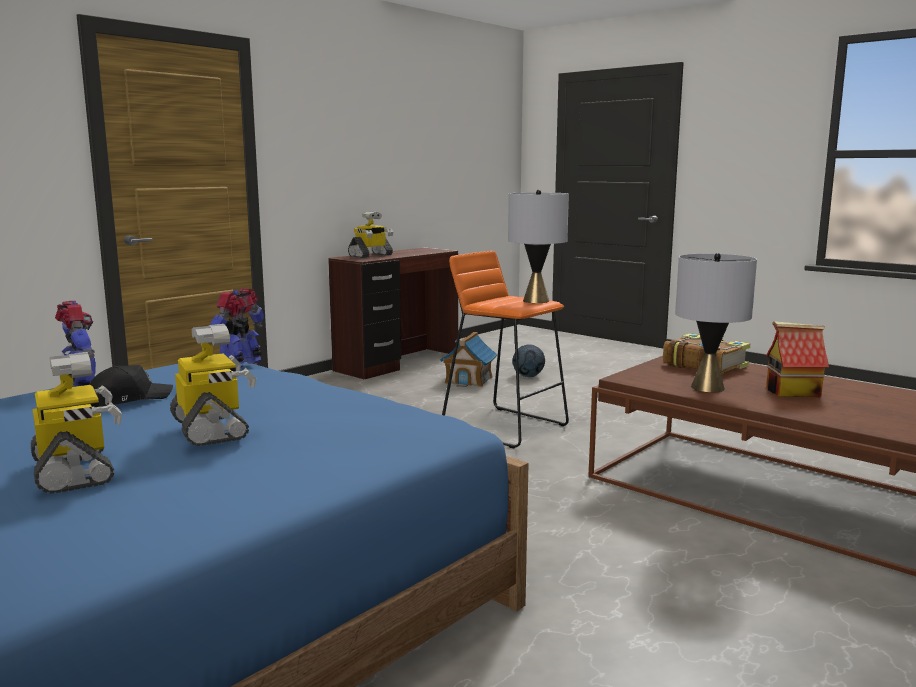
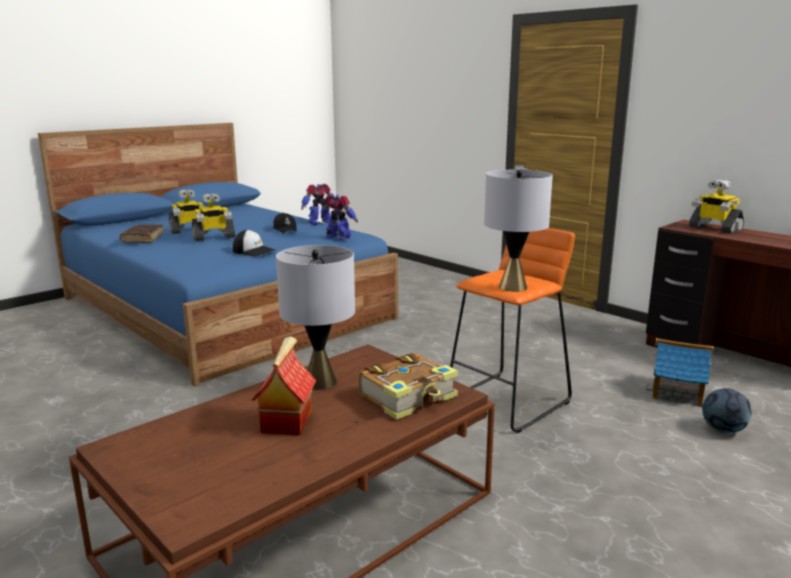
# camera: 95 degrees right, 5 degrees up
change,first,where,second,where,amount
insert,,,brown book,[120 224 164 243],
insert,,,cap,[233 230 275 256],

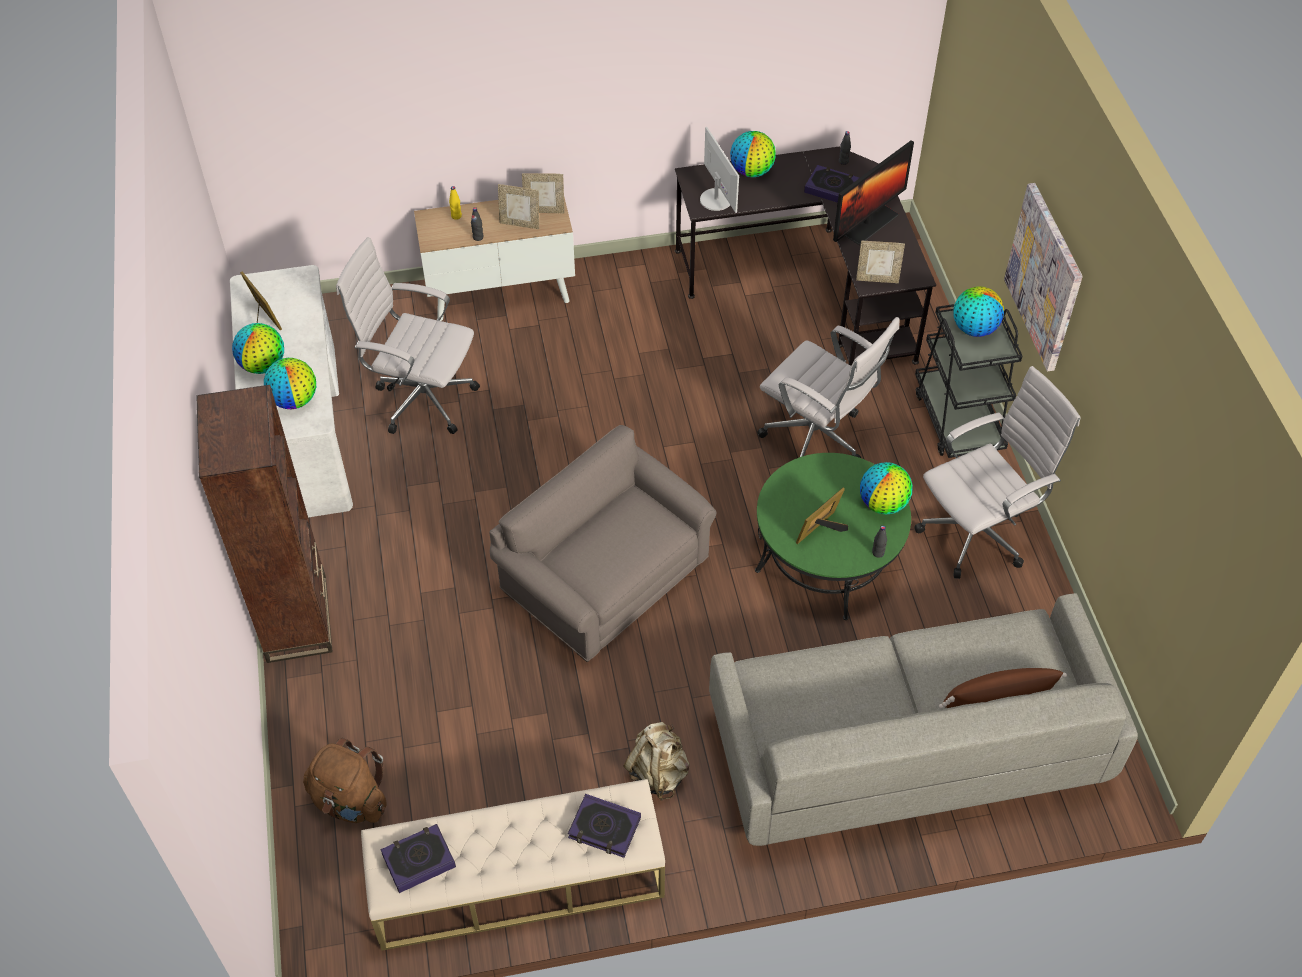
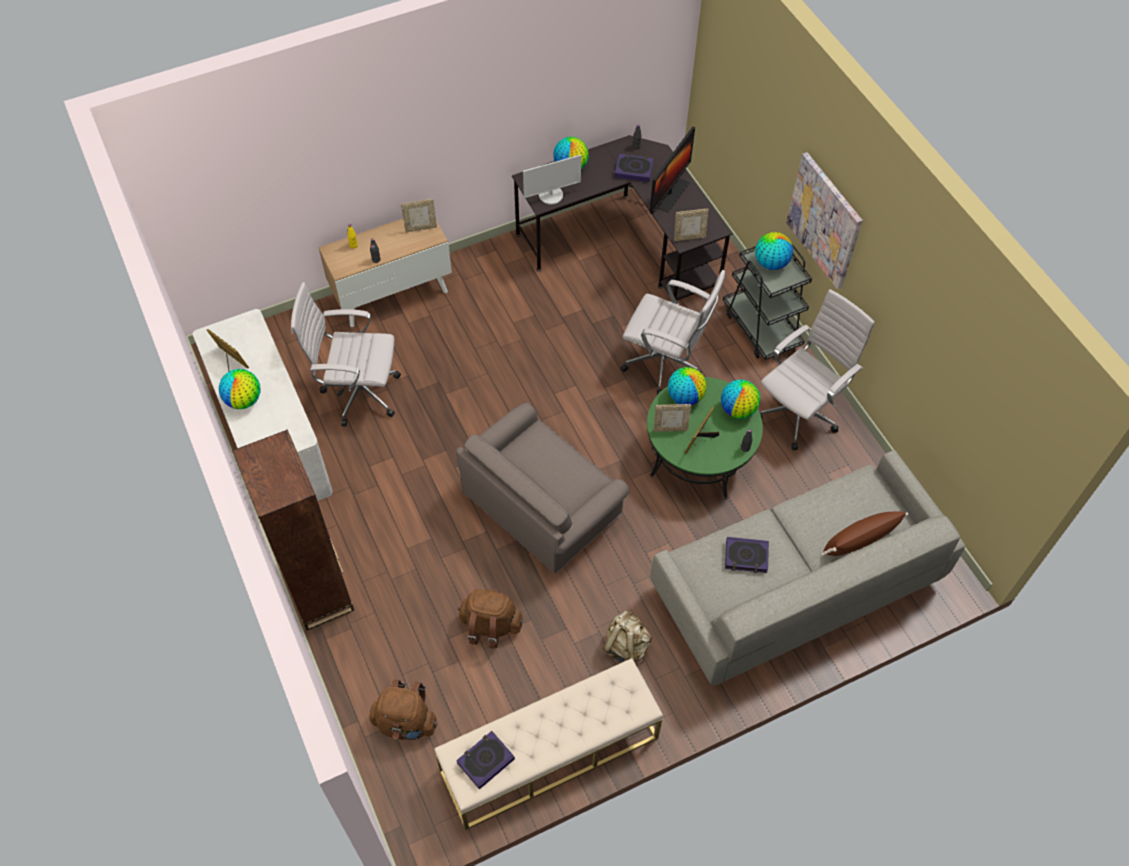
# camera: 15 degrees left, 5 degrees up
change,first,where,second,where,amount
rotate,monitor,[700 127 739 213],,[523 155 581 205],105 degrees clockwise
move,picture frame,[498 184 539 229],,[654 404 691 432],
move,globe,[264 358 316 409],,[668 367 707 405],
rotate,grey armchair,[489 425 716 662],,[456 402 630 574],75 degrees counterclockwise
move,book,[568 794 641 858],,[725 537 769 573],
insert,,,brown backpack,[457 589 523 649],

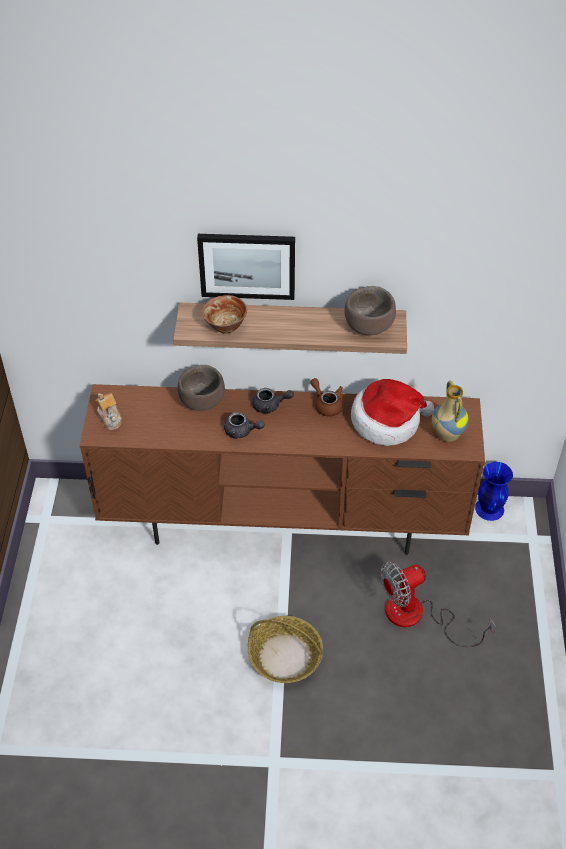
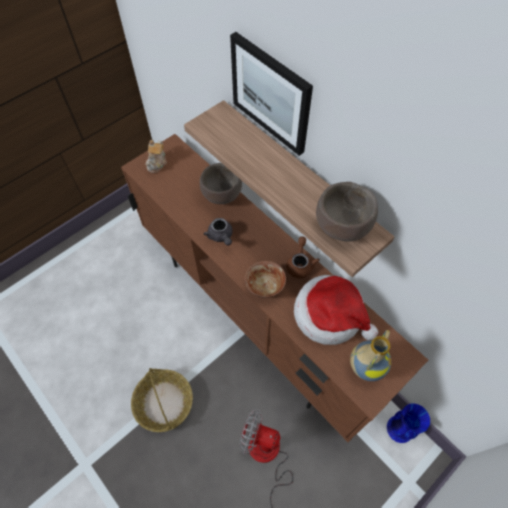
# camera: 45 degrees right, 10 degrees up
change,first,where,second,where,amount
move,bowl,[202 295 247 334],,[245 261 286 298],
delete,grey teapot,[252 388 294 414],,,

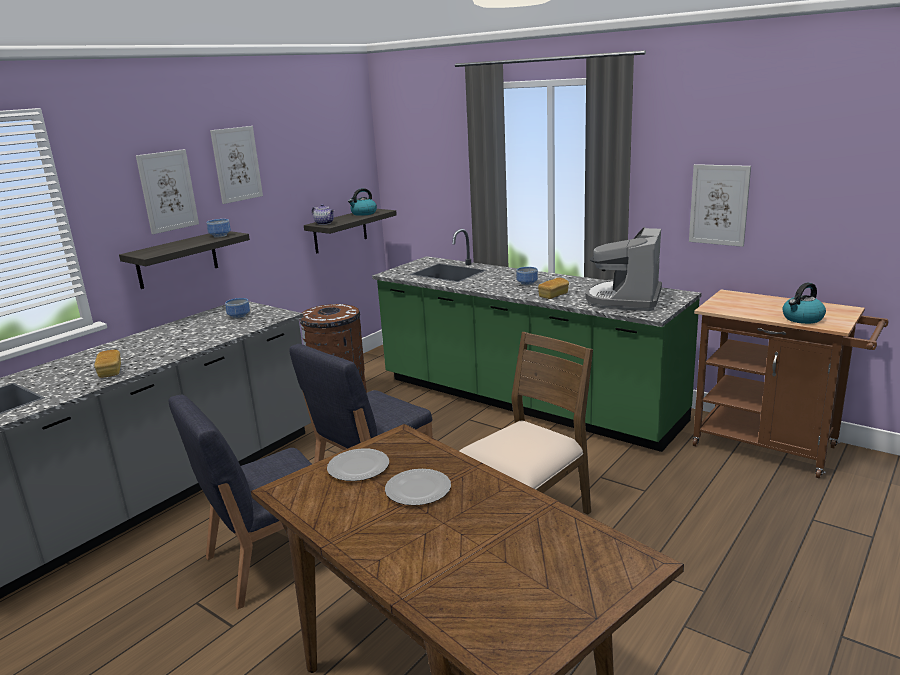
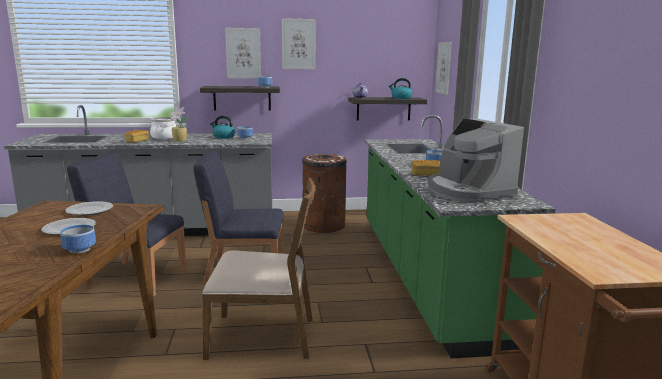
# camera: 45 degrees right, 5 degrees down
change,first,where,second,where,amount
move,picture,[689 164 751 247],,[436 42 452 95],
rotate,coffee machine,[585 227 662 311],,[428 118 524 202],90 degrees counterclockwise
move,kettle,[782 283 826 324],,[210 116 235 139],
insert,,,potted plant,[170 107 189 142],
insert,,,cooking pot,[150 117 177 139],
insert,,,bowl,[60 225 96 254],

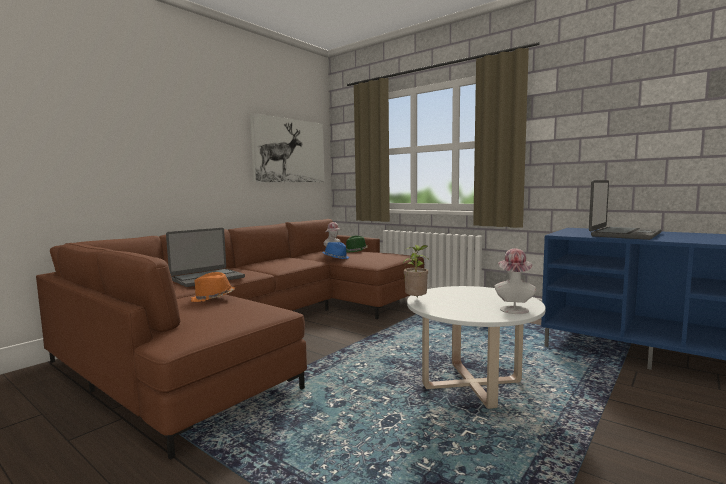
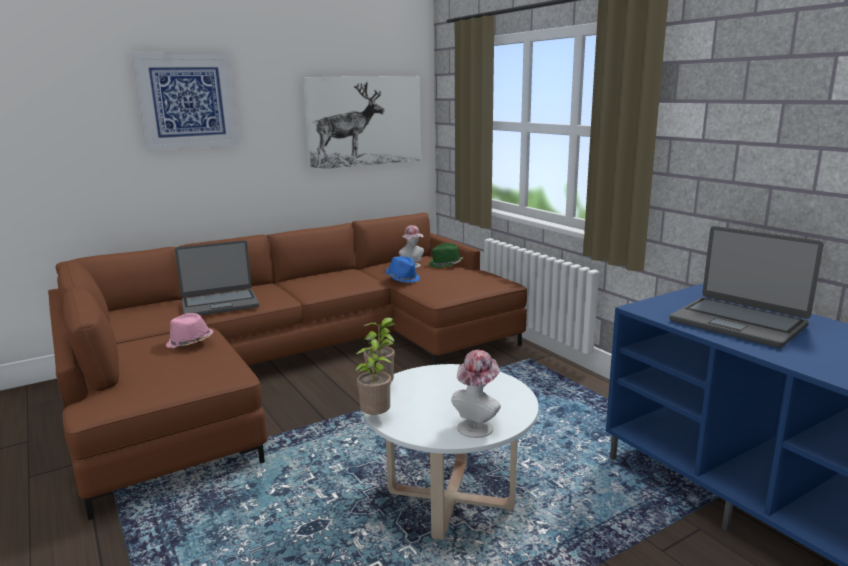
# camera: 20 degrees right, 10 degrees up
change,first,where,second,where,amount
rotate,laptop,[589 180 661 240],,[670 226 824 348],75 degrees clockwise
recolor,orange hat,[191 272 235 302],pink hat,[166 313 213 348],
insert,,,picture,[132 53 239 151],
insert,,,potted plant,[355 339 392 415],

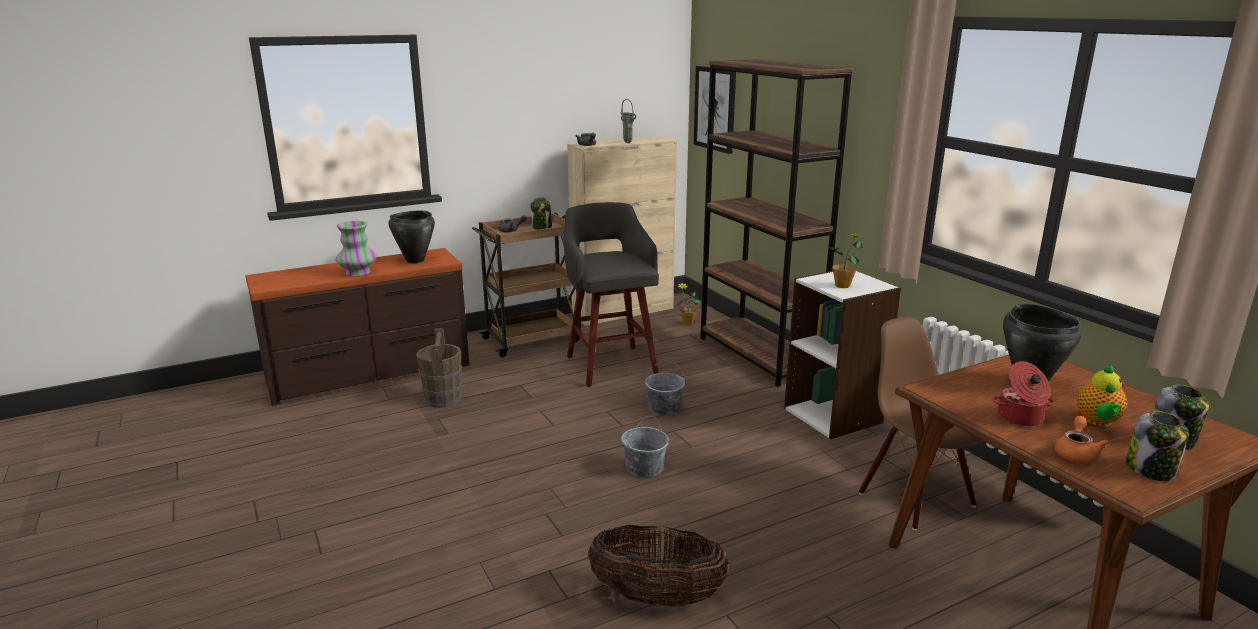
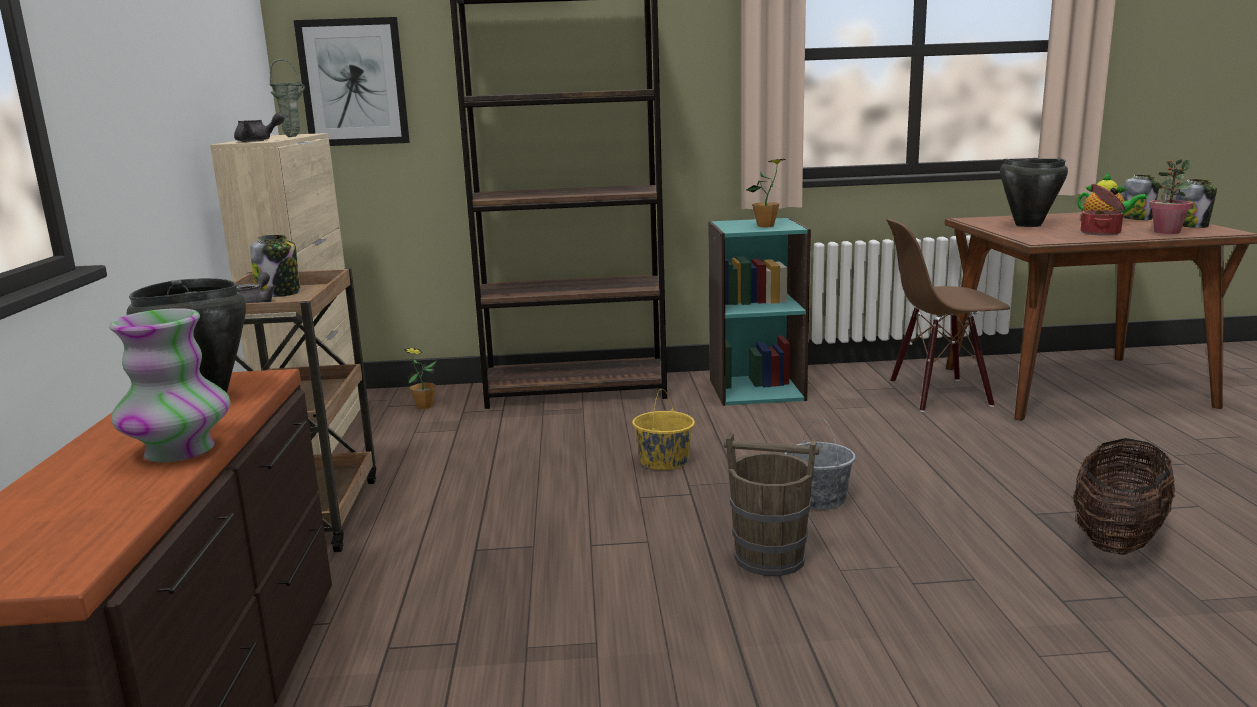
# camera: 65 degrees left, 5 degrees down
change,first,where,second,where,amount
delete,grey stool,[564 202 659 387],,,
recolor,white bookcase,[784 271 901 439],turquoise bookcase,[708 217 811 406],
move,brown bucket,[416 328 462 408],,[724 433 819 576],
recolor,grey bucket,[645 360 685 415],yellow bucket,[632 389 695 470],
replace,orange teapot,[1055 416 1109 463],potted plant,[1149 159 1193 234],

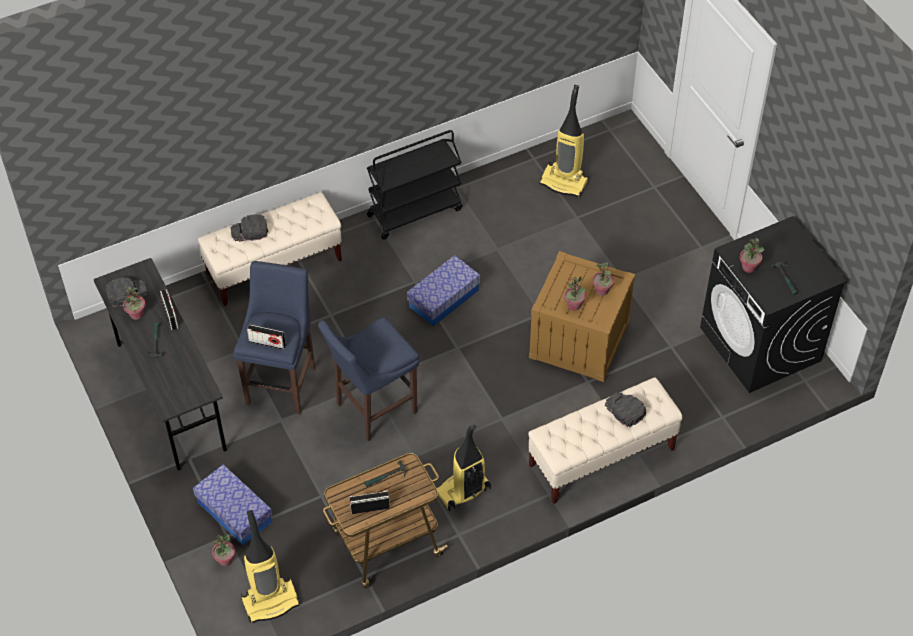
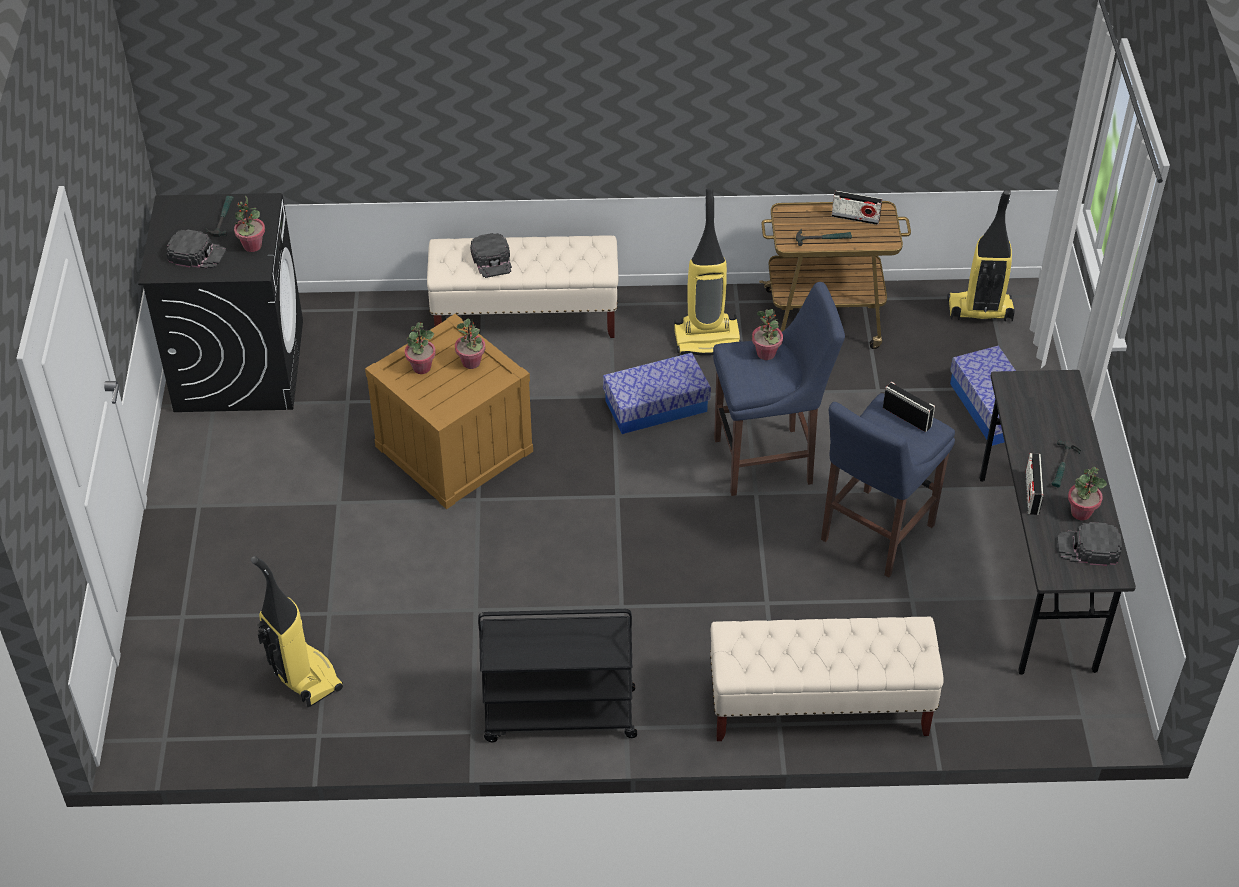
# camera: 155 degrees left, 5 degrees down
change,first,where,second,where,amount
move,black cap,[230 214 268 242],,[166 229 226 269],
move,storage box,[407 255 480 326],,[603 353 711 434],
move,potted plant,[212 534 235 566],,[752 309 783 360],

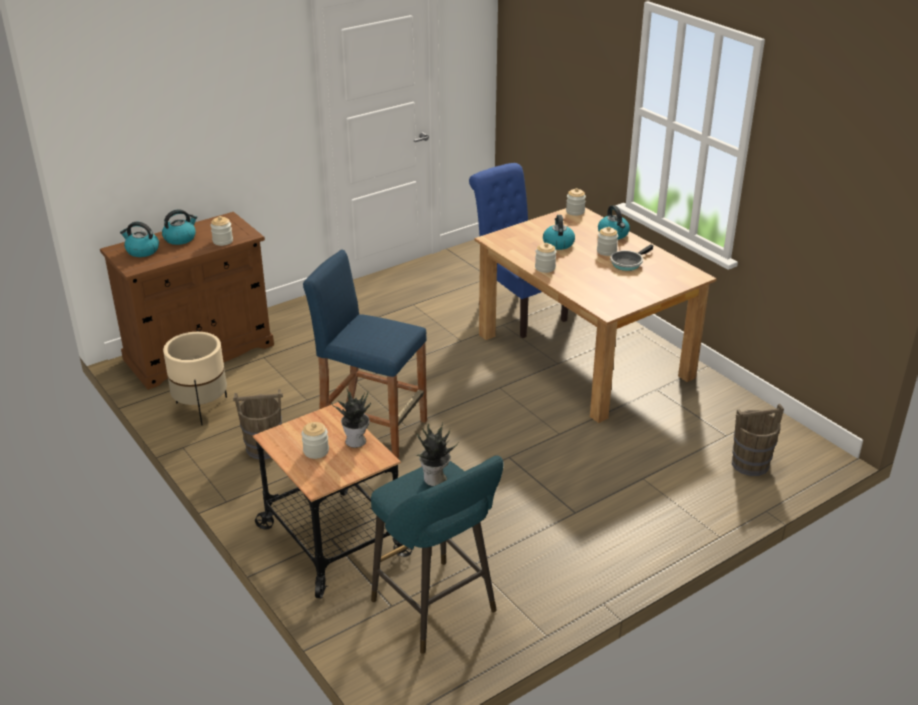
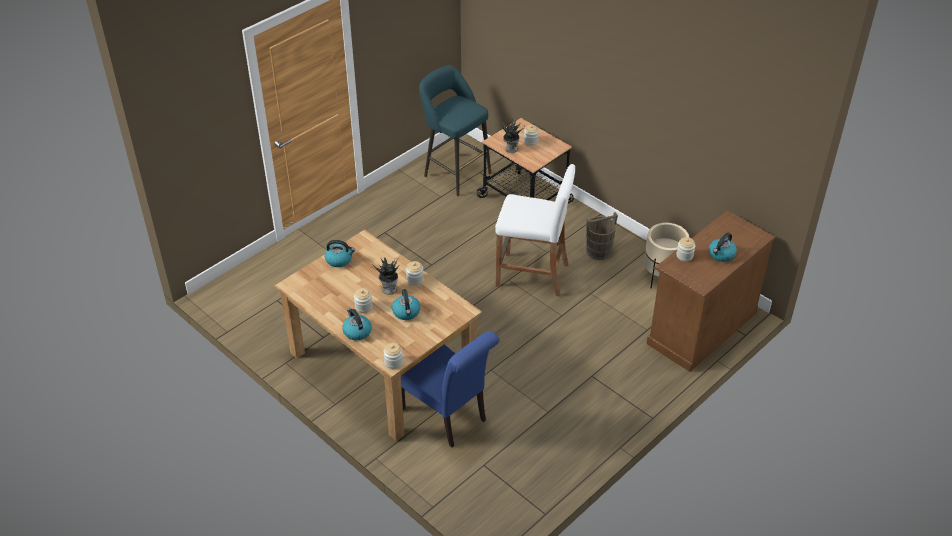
# camera: 170 degrees right, 10 degrees up
change,first,where,second,where,amount
move,kettle,[120 222 159 257],,[325 240 355 267],
delete,frying pan,[610 244 653 271],,,
recolor,blue stool,[303 249 427 458],white stool,[495 164 575 297],
delete,brown bucket,[732 404 784 476],,,
move,potted plant,[416 423 458 486],,[372 258 399 295],

